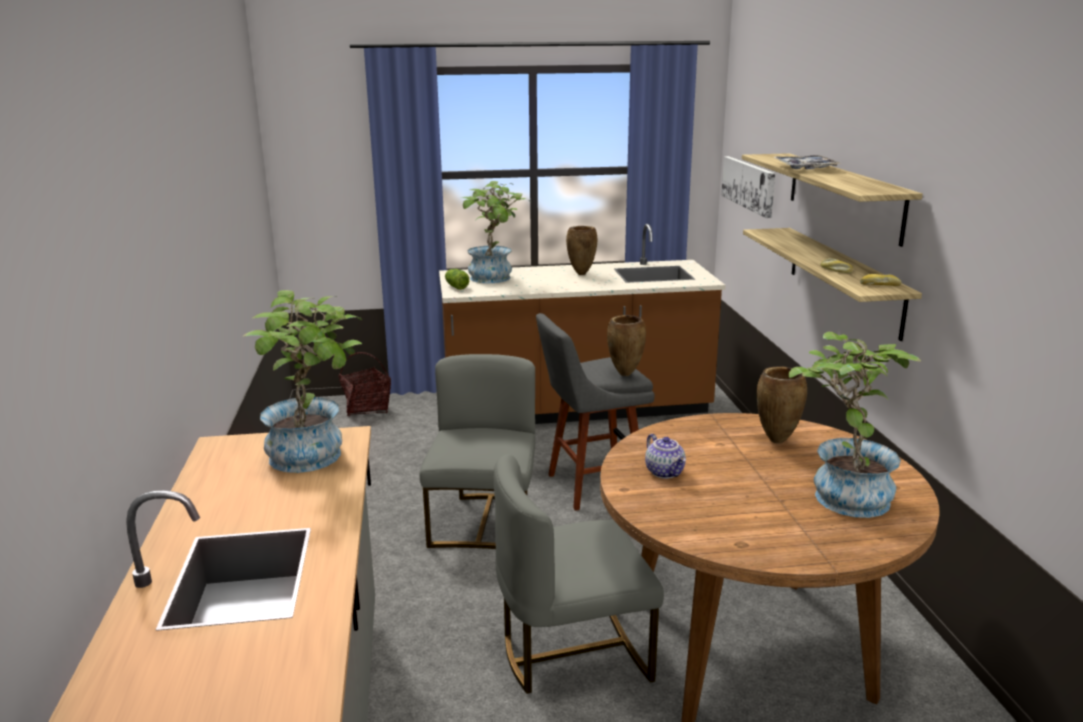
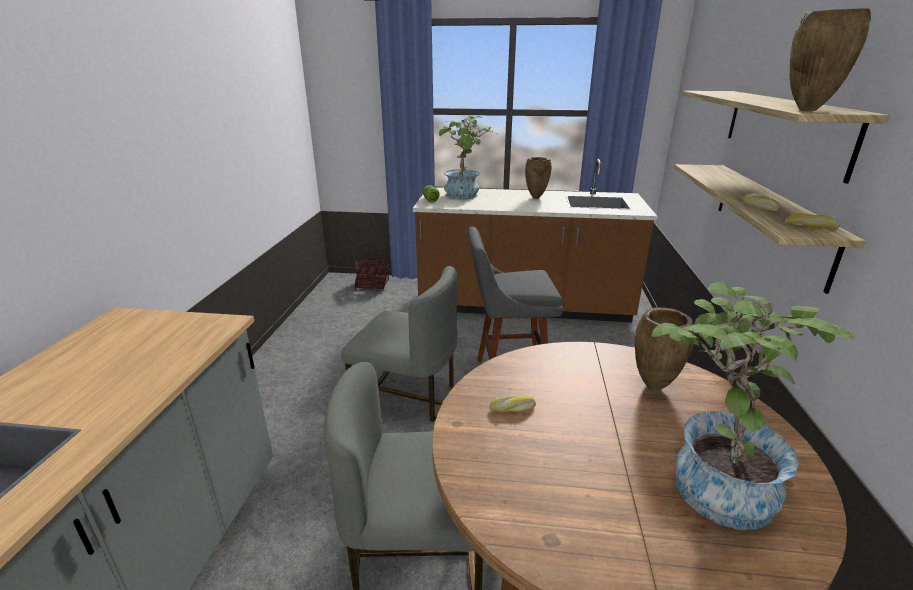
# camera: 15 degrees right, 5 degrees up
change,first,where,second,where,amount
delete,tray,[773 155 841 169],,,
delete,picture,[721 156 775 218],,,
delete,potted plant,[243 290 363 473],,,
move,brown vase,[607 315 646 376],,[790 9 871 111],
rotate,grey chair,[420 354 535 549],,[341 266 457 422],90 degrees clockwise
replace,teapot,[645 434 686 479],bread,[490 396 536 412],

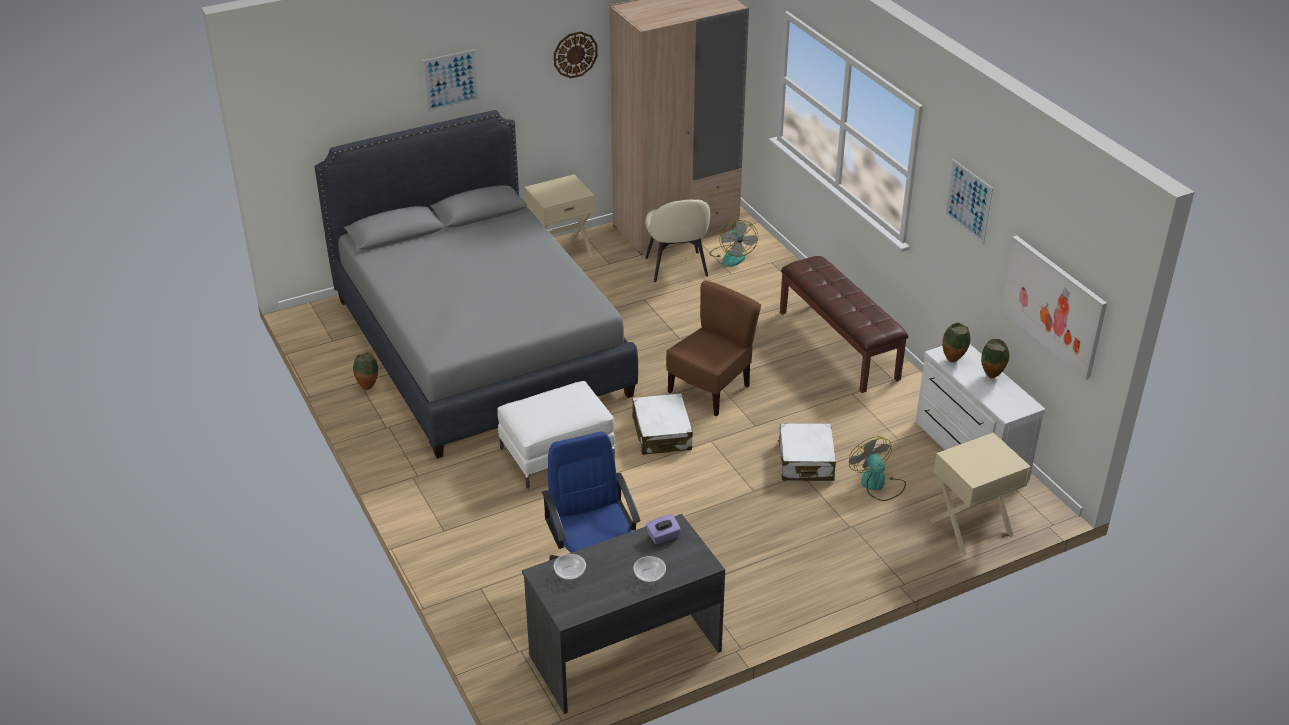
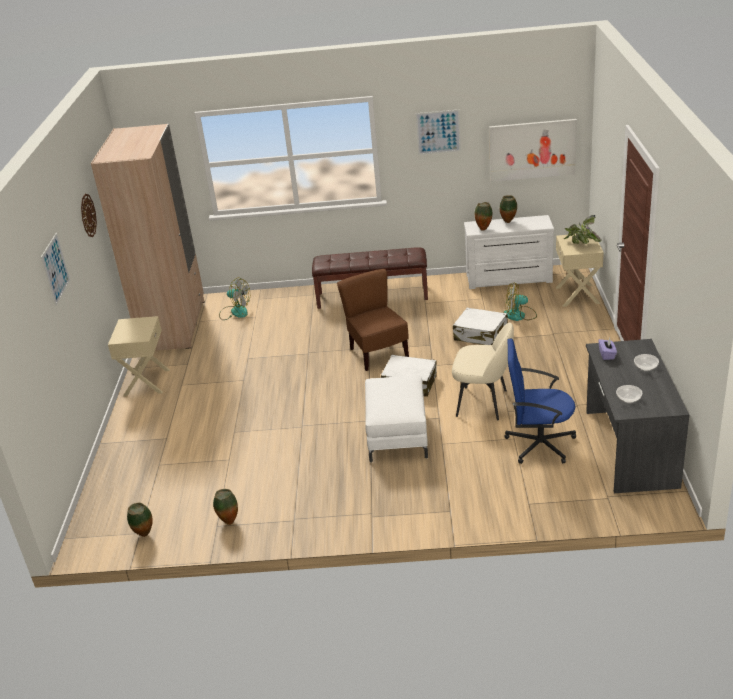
# camera: 60 degrees left, 5 degrees down
change,first,where,second,where,amount
delete,grey bed,[315 110 638 459],,,
move,beige chair,[645 199 710 282],,[452 322 514 421],
insert,,,potted plant,[564 215 601 244],
insert,,,vase,[127 503 153 537],

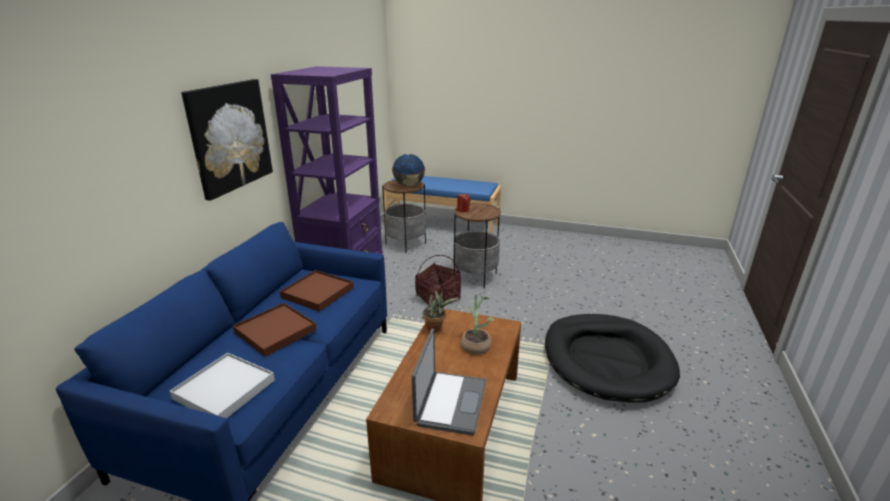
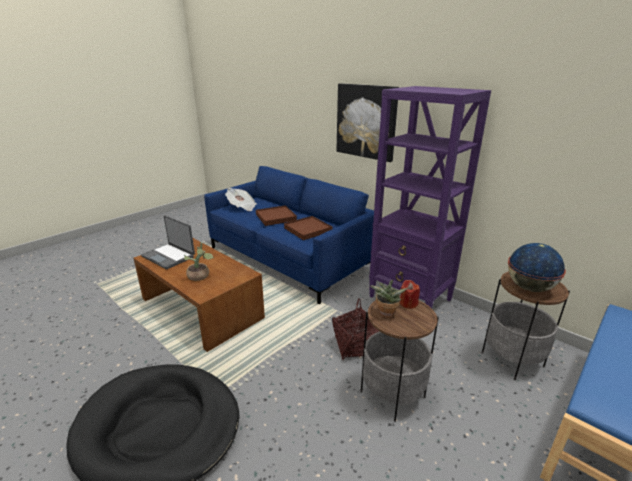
# camera: 115 degrees right, 0 degrees up
change,first,where,second,where,amount
move,potted plant,[423 290 458 332],,[369 280 408 318],
replace,white tray,[170 353 275 418],newspaper,[225 188 257 211],

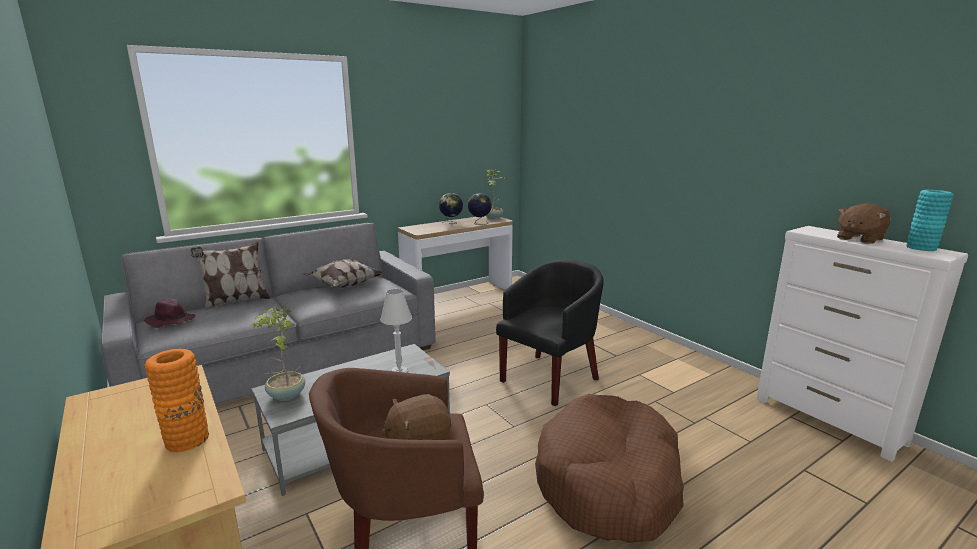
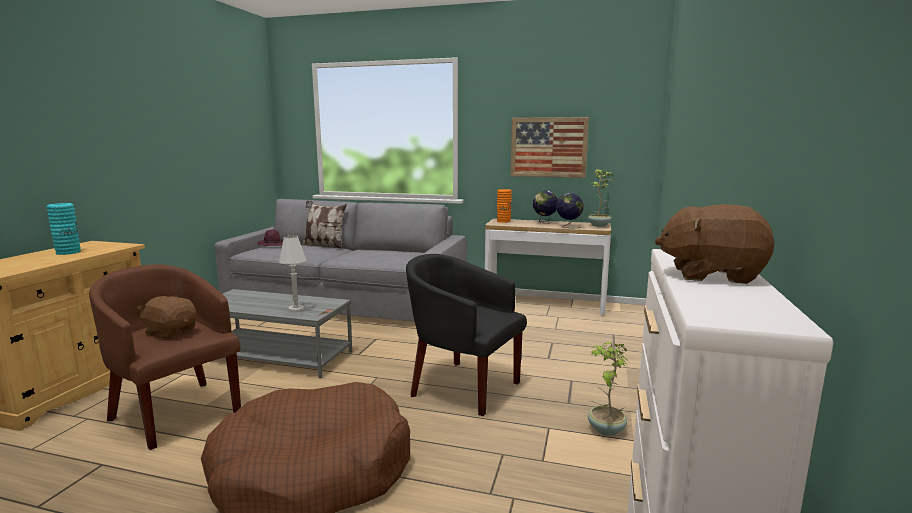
# camera: 50 degrees right, 5 degrees down
change,first,where,second,where,amount
move,turquoise vase,[907 190 954 251],,[46 203 81 255],
delete,pillow,[303 259 383 288],,,
rotate,black armchair,[496 259 604 406],,[406 254 527 416],150 degrees counterclockwise
move,potted plant,[251 306 305 401],,[588 342 629 436],
move,orange vase,[144 349 209 452],,[497 189 512 223],
insert,,,picture,[511 117 589 178],

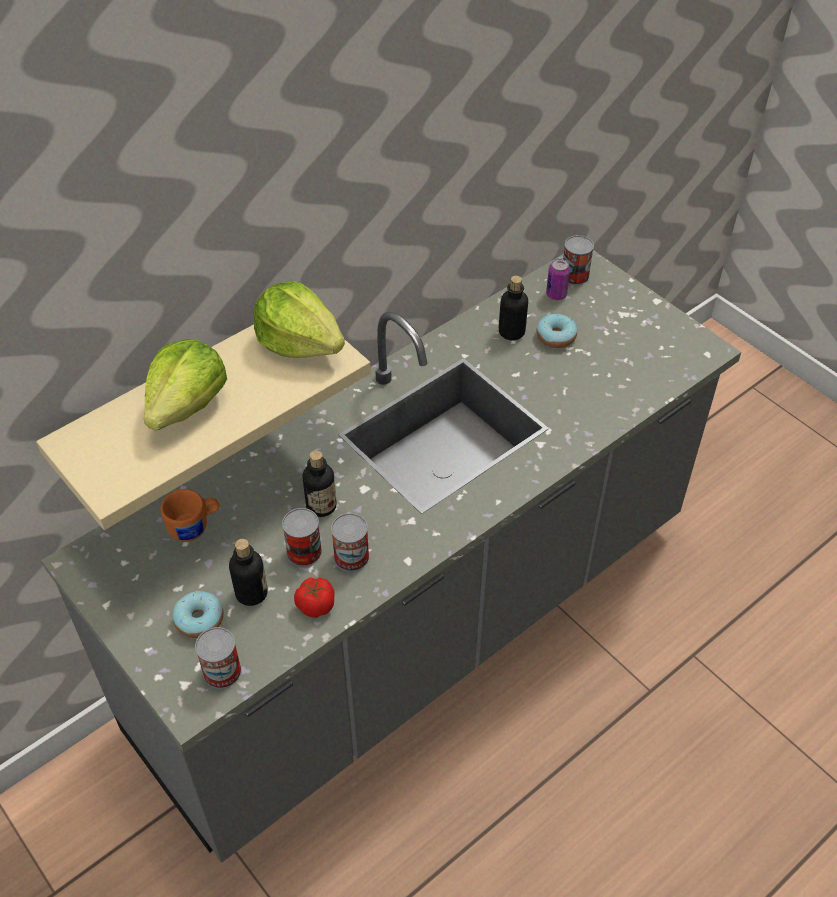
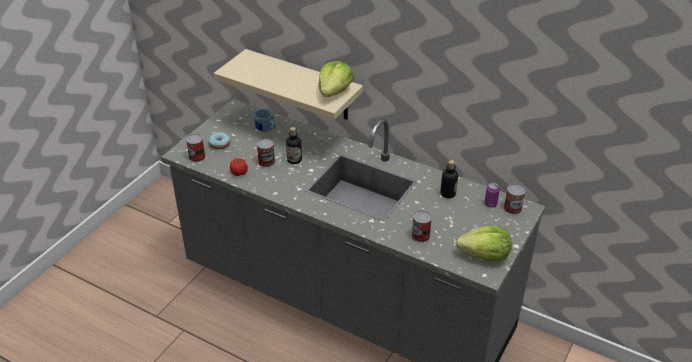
# camera: 70 degrees right, 10 degrees down
change,first,where,second,where,amount
delete,donut,[536 314 577 348],,,
move,lettuce,[144 339 227 431],,[456 225 512 262],
recolor,orange mug,[161 489 219 542],blue mug,[254 109 276 132],
move,can,[331 513 369 572],,[411 210 432 242],
delete,bottle,[229 539 267 606],,,

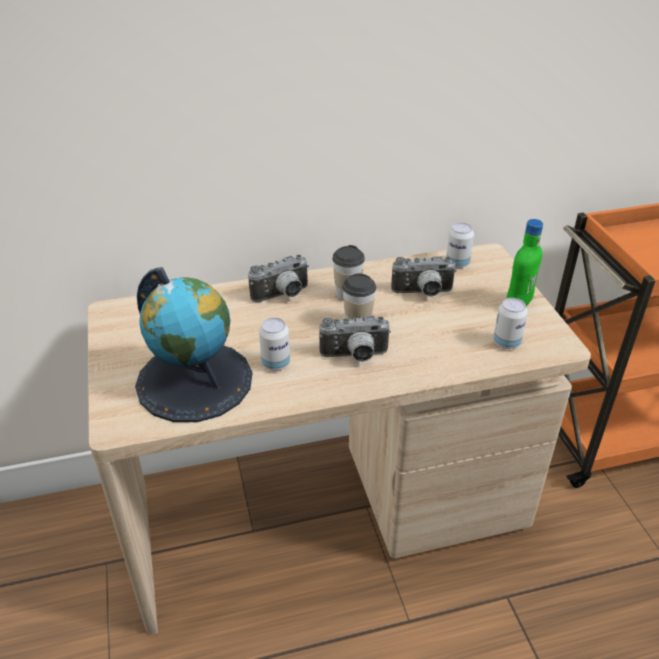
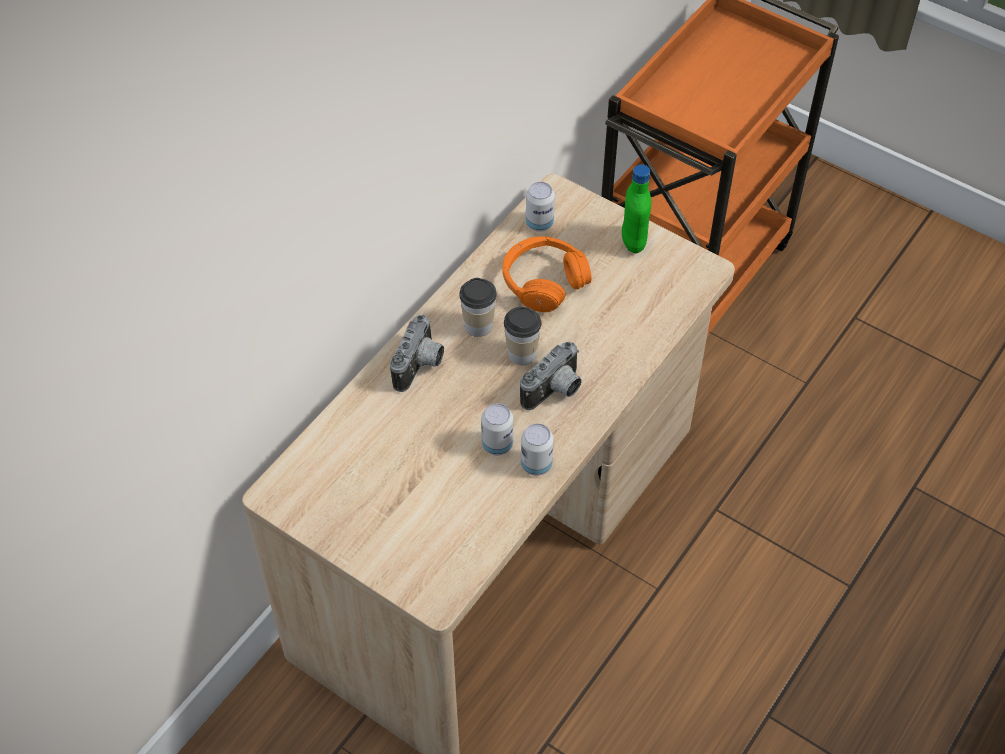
# camera: 40 degrees left, 15 degrees up
change,first,where,second,where,amount
replace,photo camera,[391 257 457 297],orange headphones,[502 236 591 312],
delete,globe,[135 267 252 422],,,
move,can,[493 298 528 349],,[521 423 554 476],

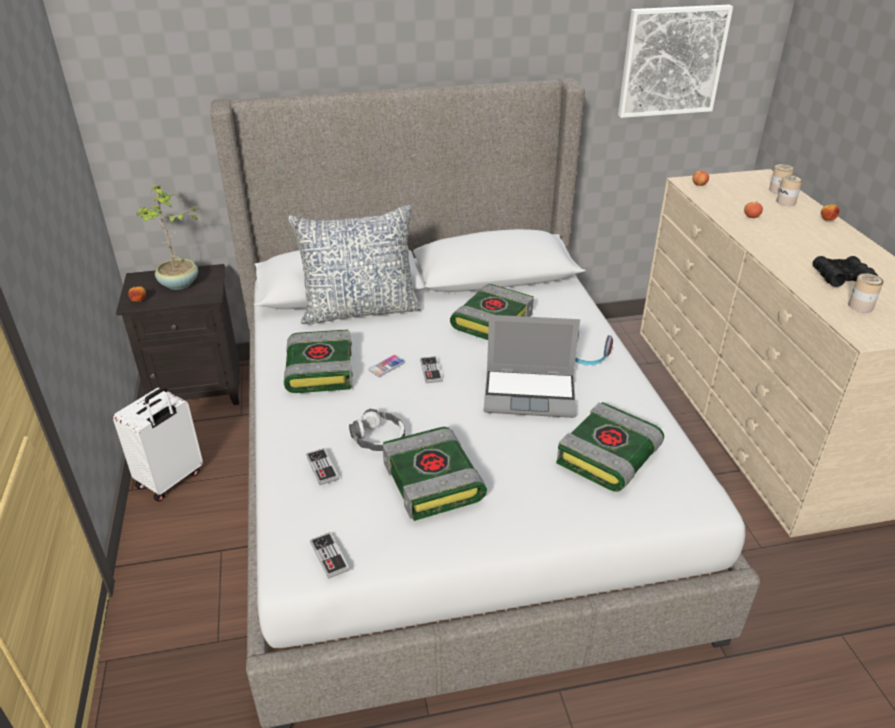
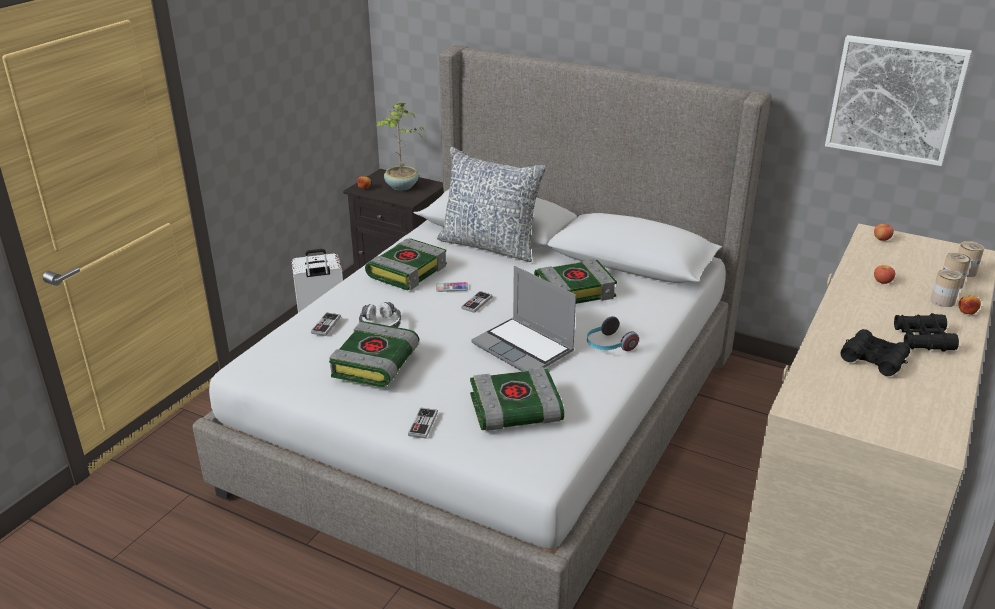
# camera: 40 degrees right, 5 degrees down
change,first,where,second,where,amount
move,can,[848 273 884 313],,[931 269 963 307],
move,game controller,[310 532 350 579],,[408 408 438 438],
insert,,,black binoculars,[894 313 959 352],

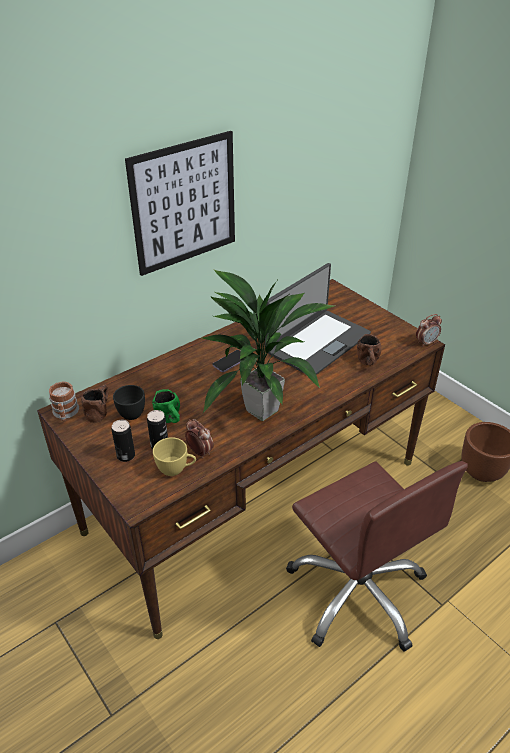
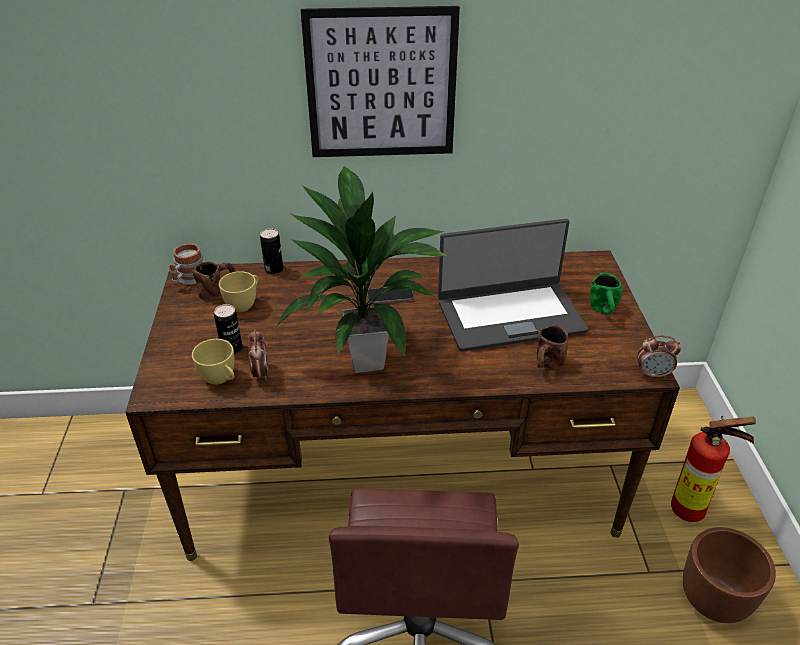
# camera: 35 degrees right, 0 degrees up
change,first,where,second,where,amount
recolor,black cup,[113 385 145 420],yellow cup,[219 271 258 312],
move,green mug,[152 389 180 423],,[590 273 622 314],
move,can,[112 420 135 462],,[260 228 283 274],
insert,,,fire extinguisher,[671 415 756 522],

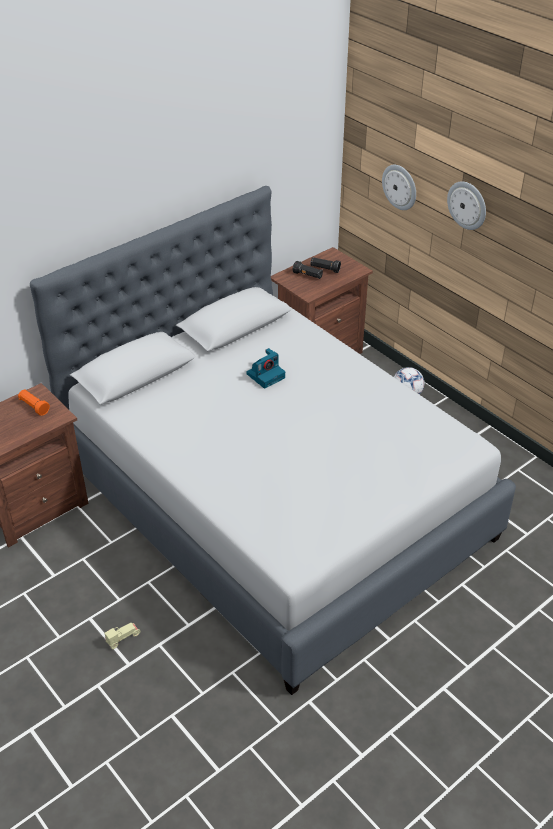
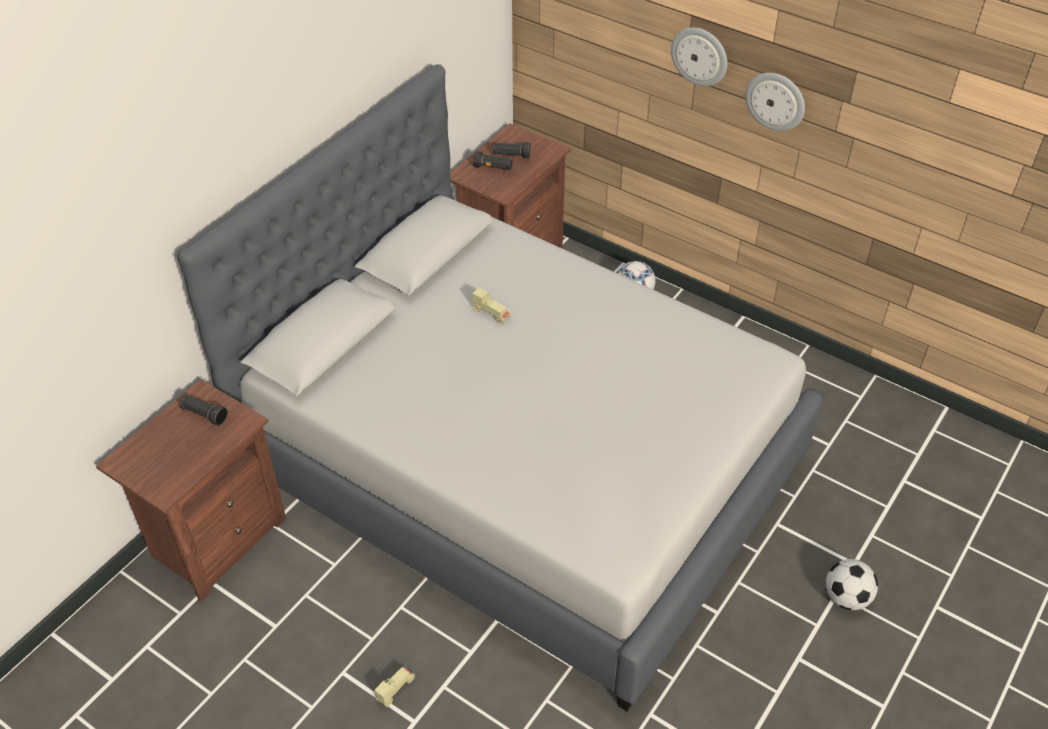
# camera: 15 degrees left, 5 degrees up
change,first,where,second,where,amount
move,wall clock,[382 165 416 210],,[745 73 805 131],
replace,photo camera,[247 348 285 389],beige toy car,[472 288 511 324],
recolor,orange flashlight,[18 390 50 416],black flashlight,[179 394 228 426],
insert,,,football,[826 559 878 610],

